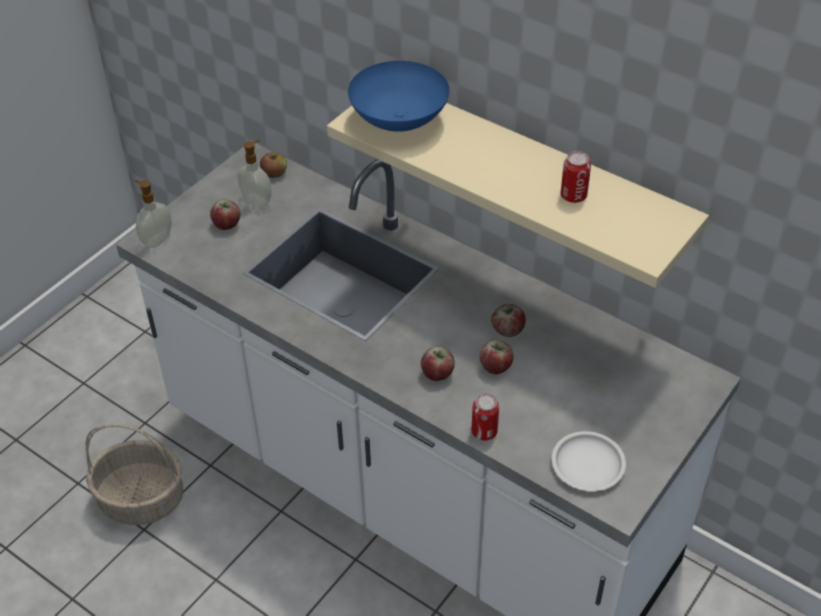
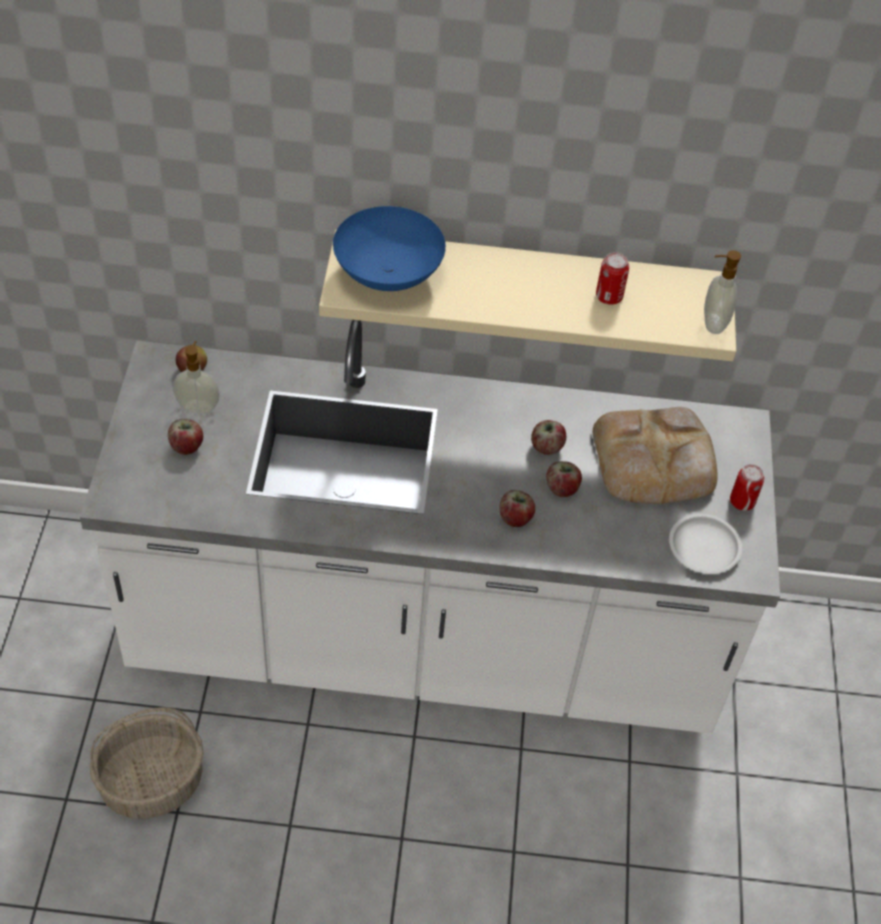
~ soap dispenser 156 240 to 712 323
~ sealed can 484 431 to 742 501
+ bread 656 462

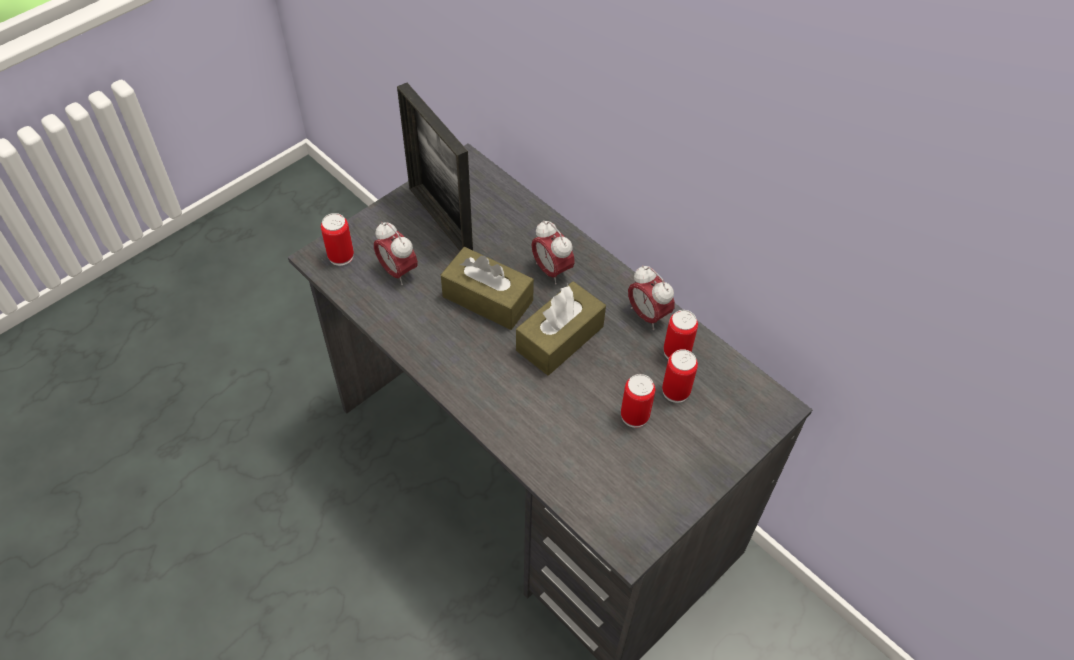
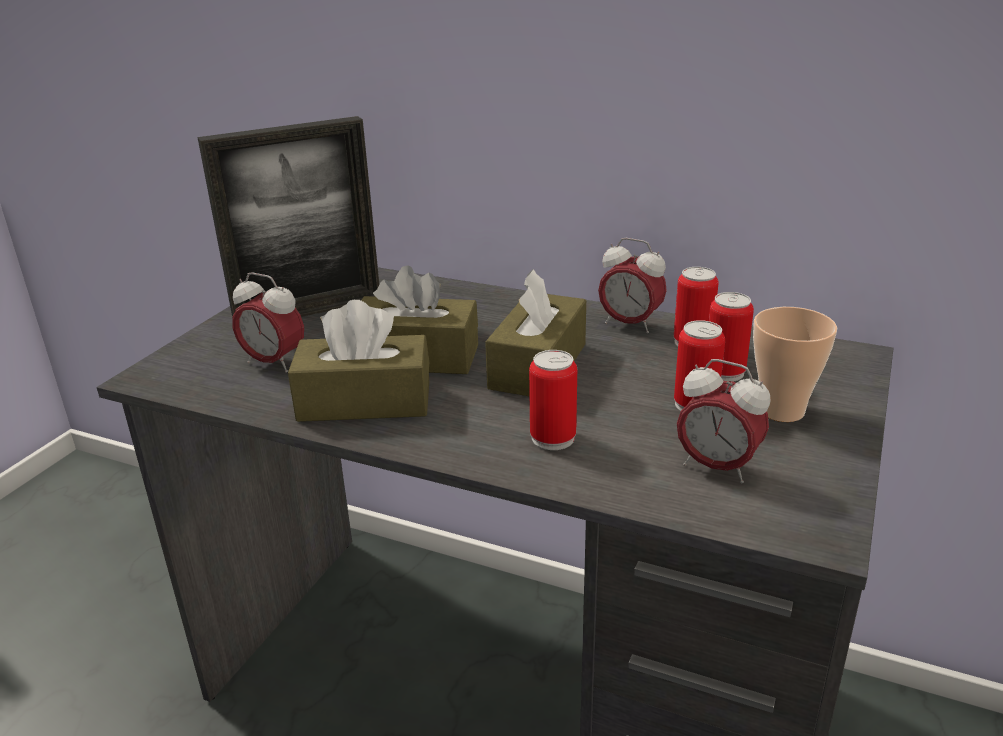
~ sealed can 341 256 to 553 438
~ photo frame 440 219 = 309 311 60 degrees counterclockwise
~ table clock 551 270 to 717 467
+ tissue holder (brown-coloured) 364 401
+ drinking cup 781 411

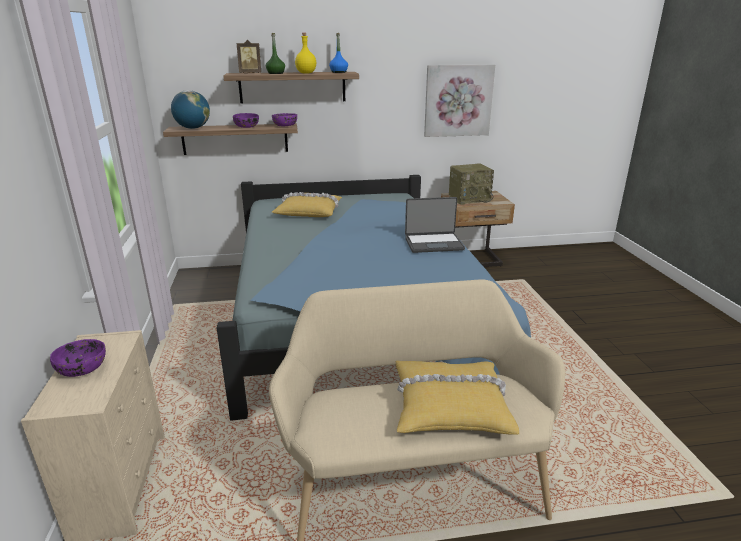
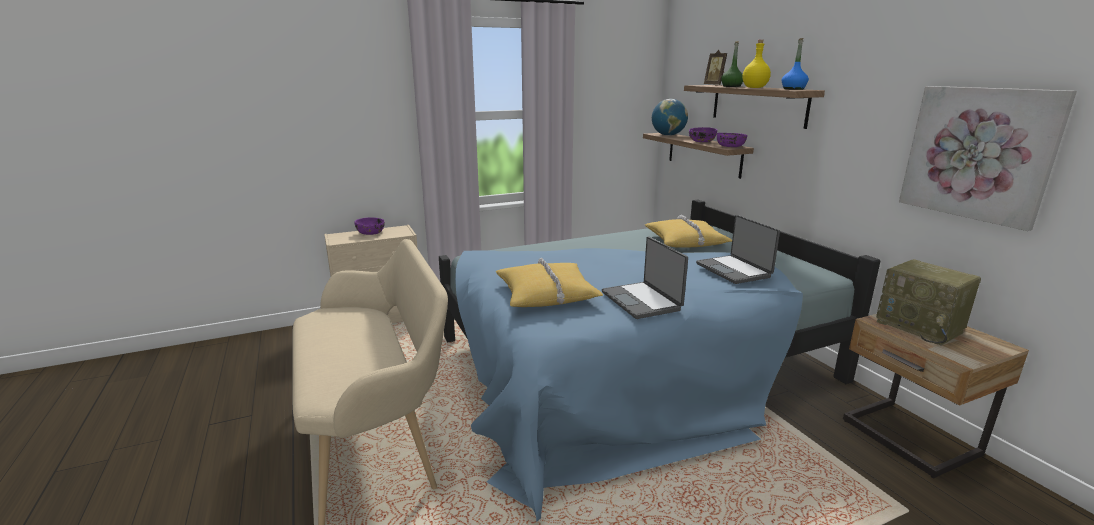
~ throw pillow (yellowish) 450 406 to 546 294
+ notebook computer 734 270

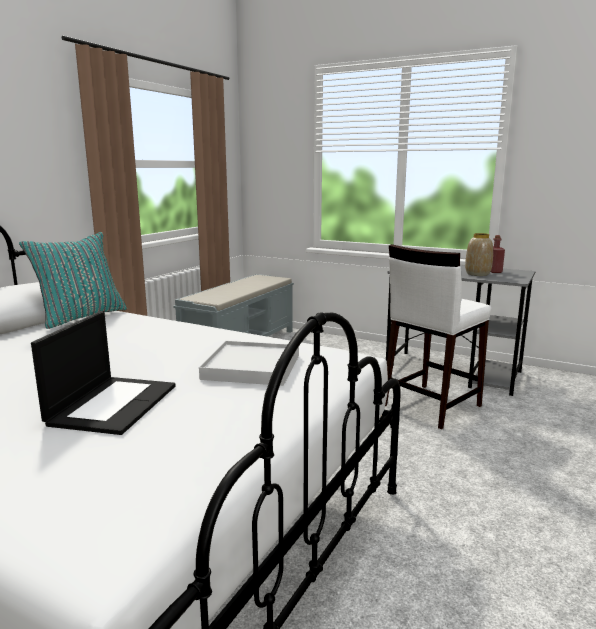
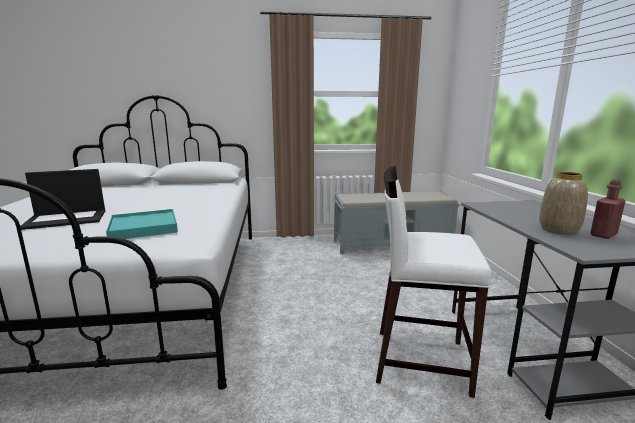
- throw pillow (blue-green) 80 316
~ tray (white-coloured) 252 367 to tray (blue-green) 144 227

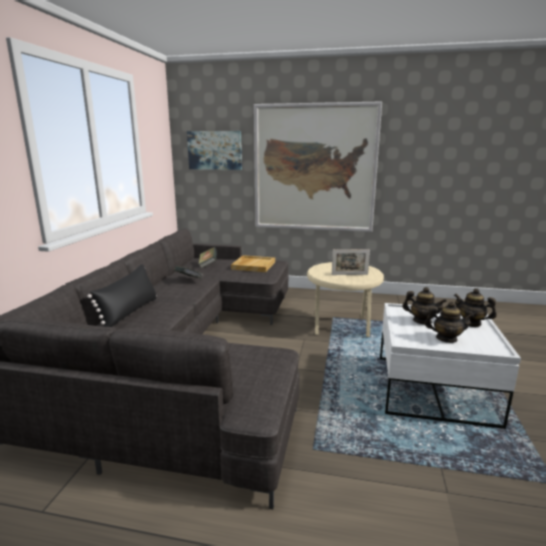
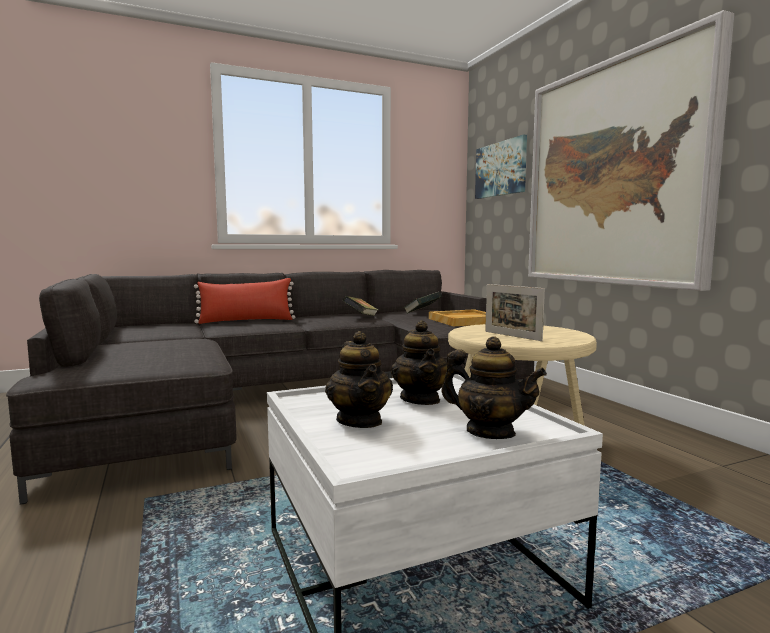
~ throw pillow (black) 129 312 to throw pillow (red) 246 321
~ pot for tea 471 323 = 490 432 120 degrees clockwise

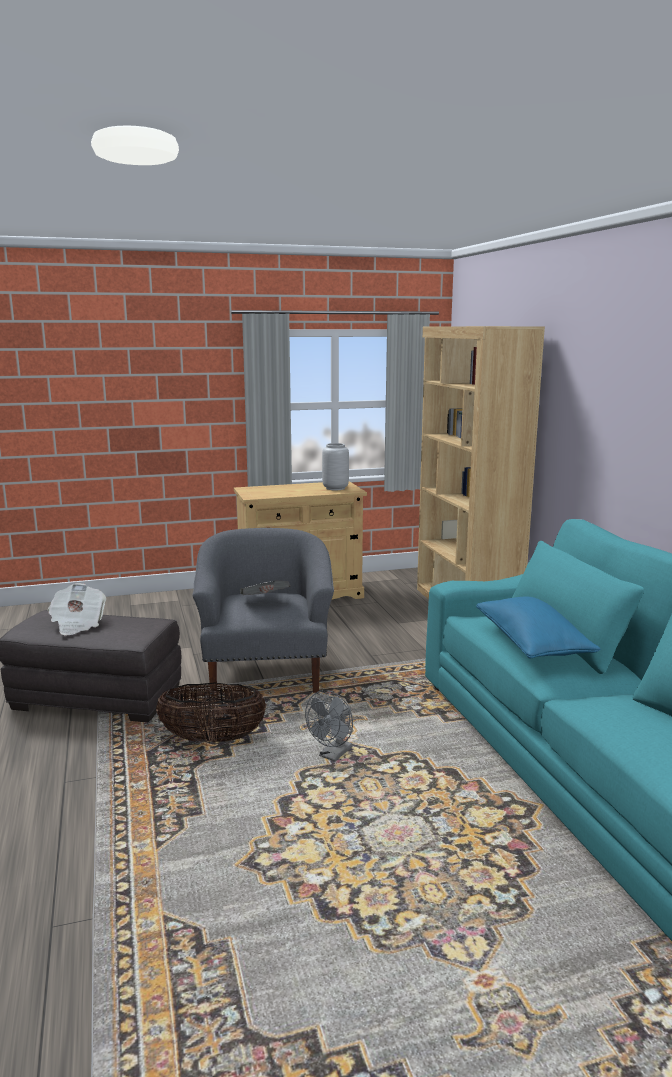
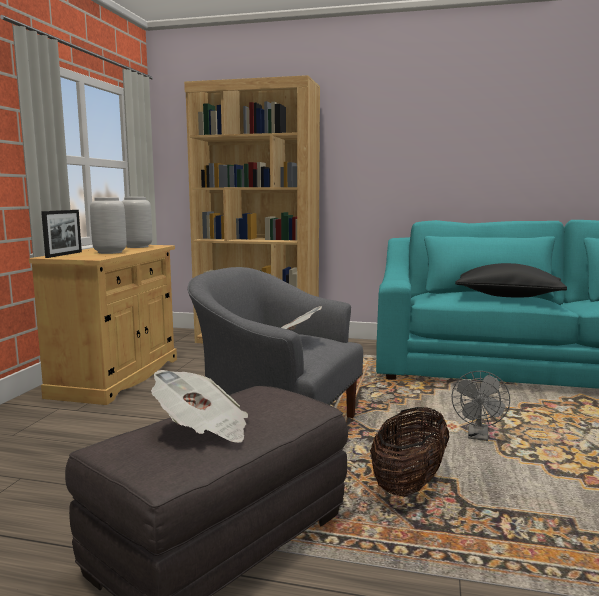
~ cooling fan (gray) 333 755 = 478 437 45 degrees clockwise
~ throw pillow (blue-coloured) 532 644 to throw pillow (black) 508 296
+ photo frame 64 254
+ flower vase (gray) 110 252

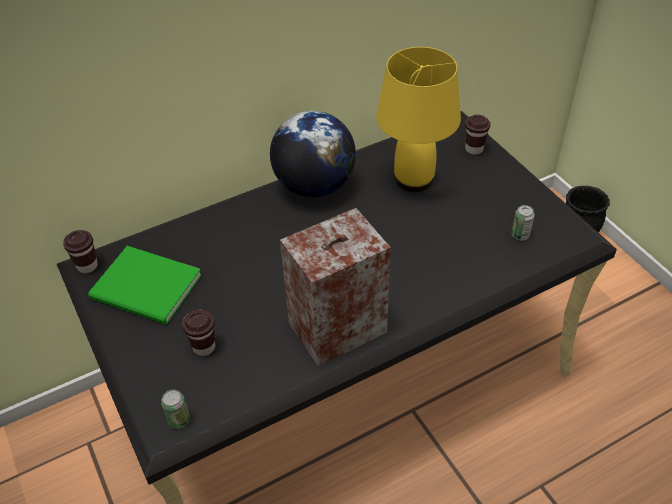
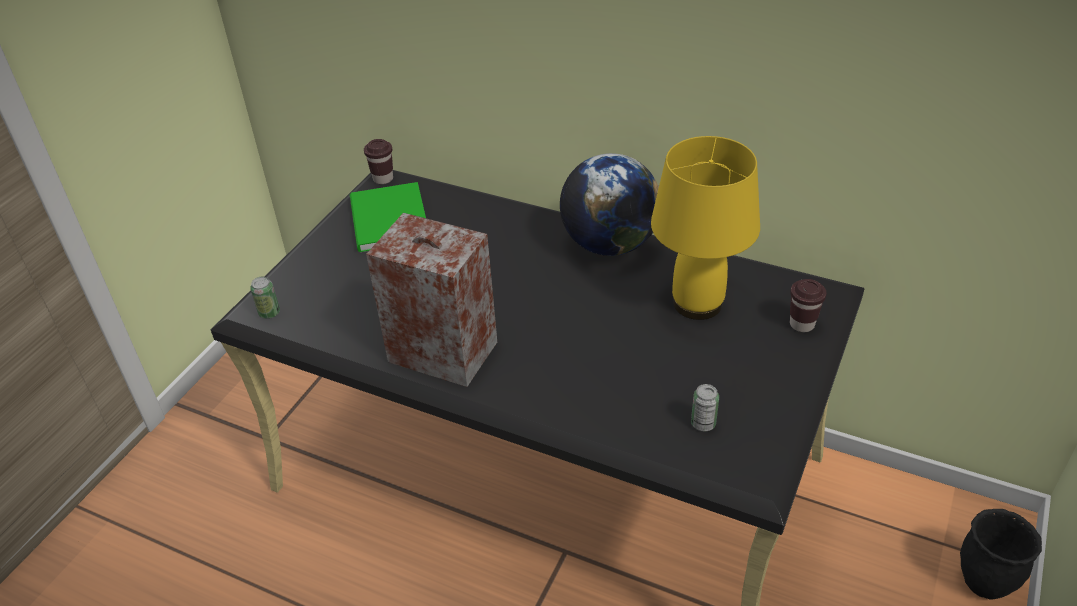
- drinking cup (brown-coloured) 204 347

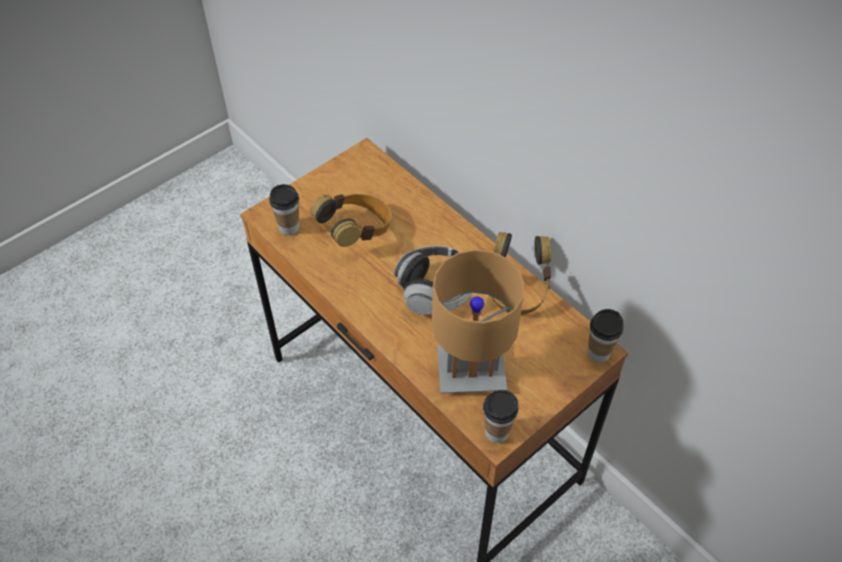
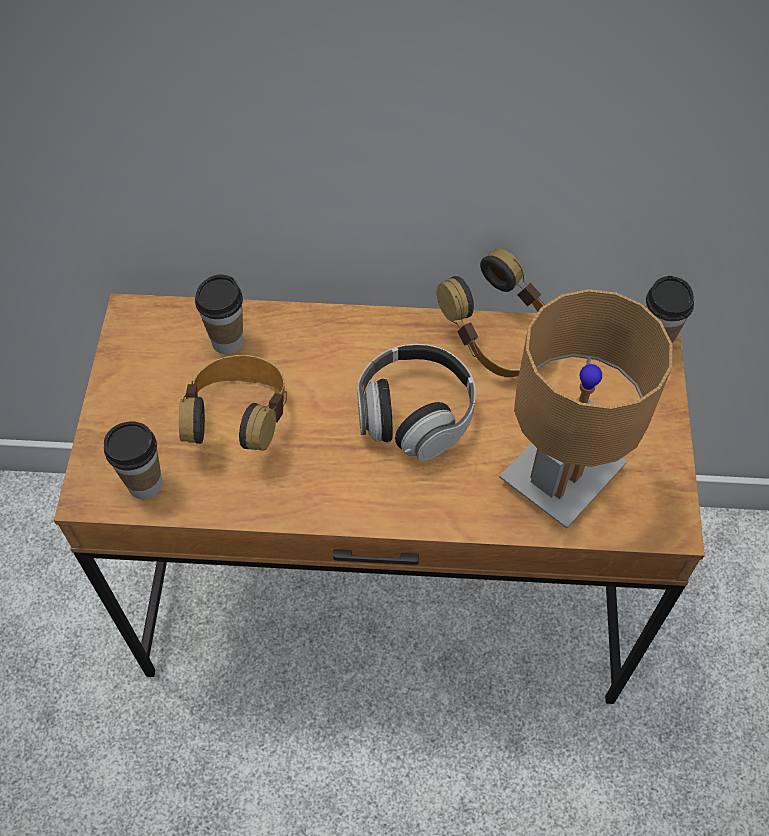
~ drinking cup 497 432 to 227 341

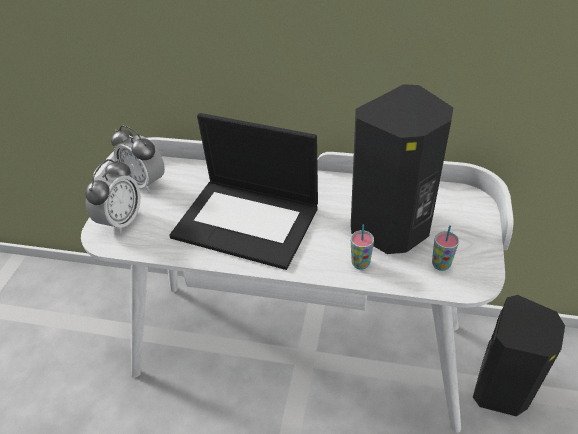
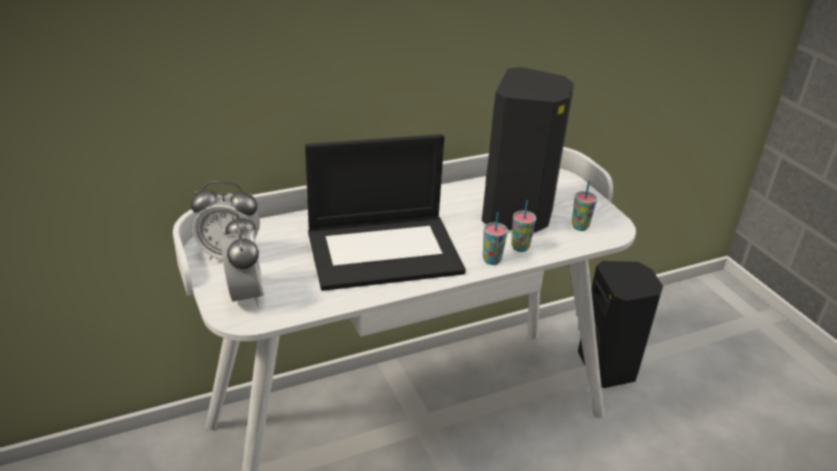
+ drinking cup 491 260

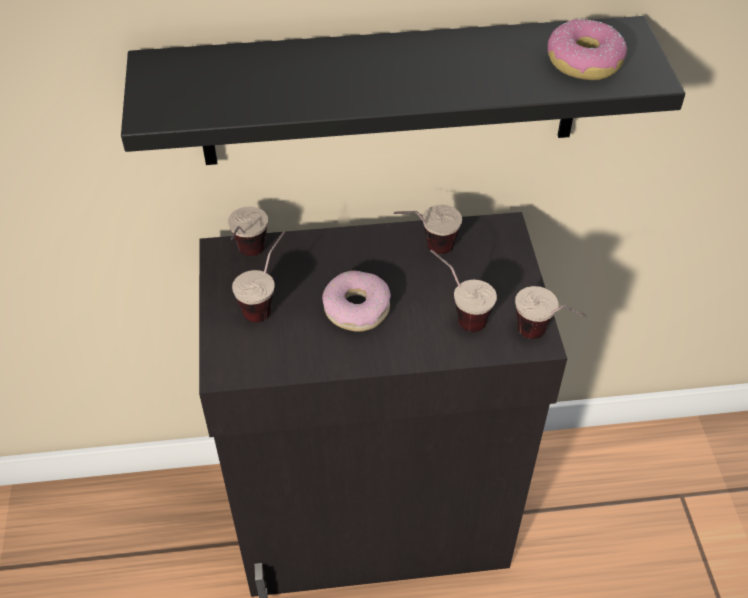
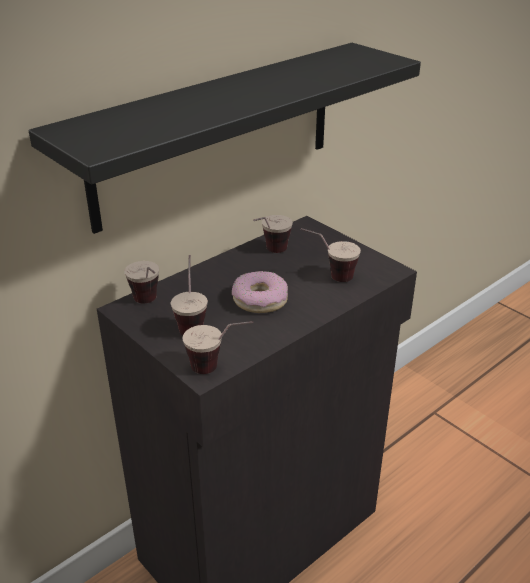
~ drinking cup 544 338 to 219 368
- ring doughnut 583 62

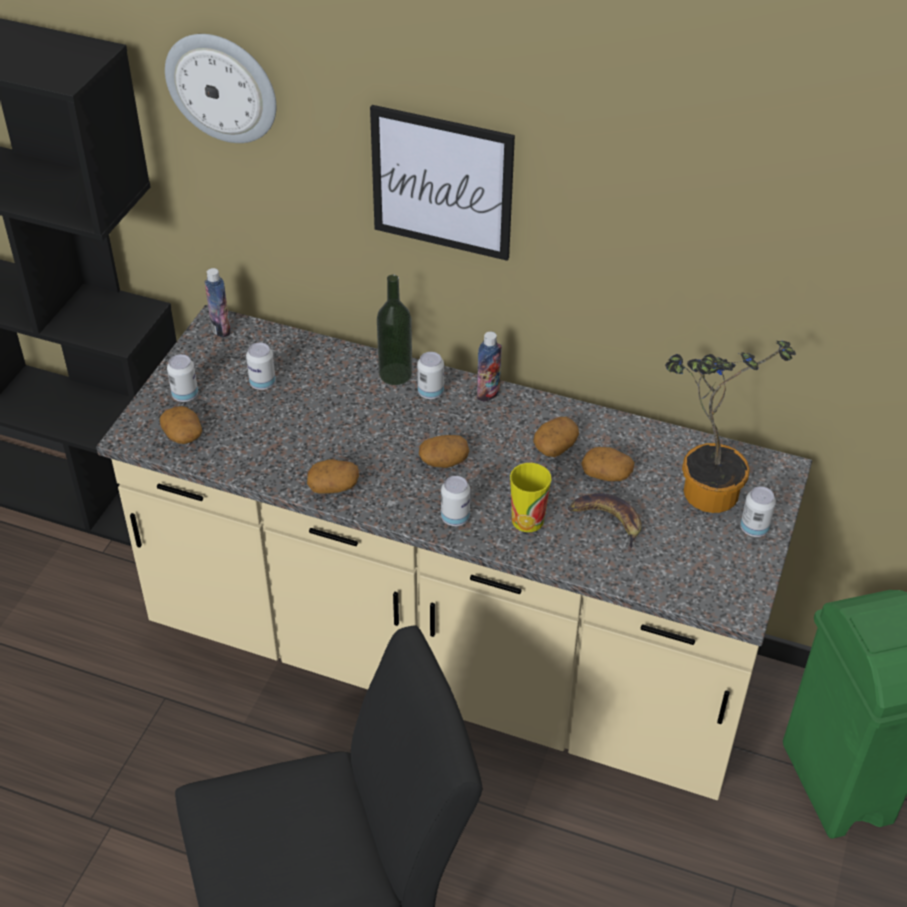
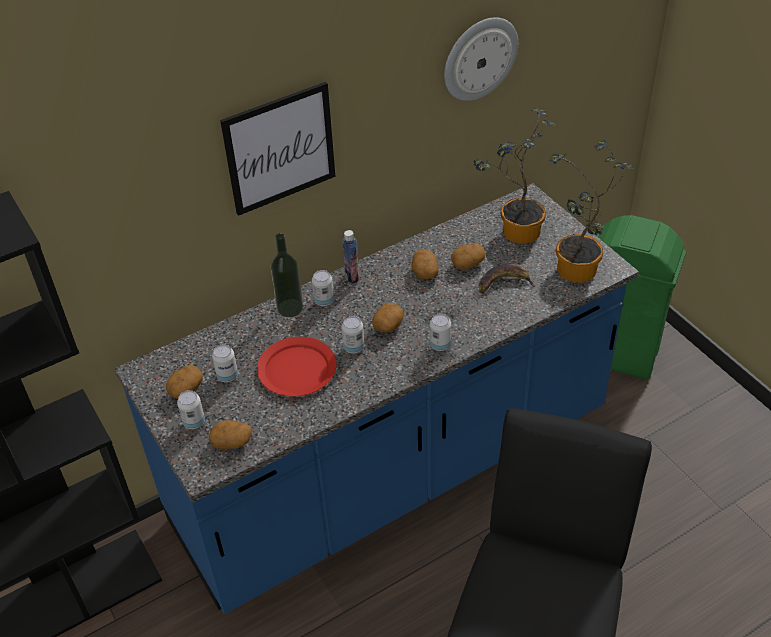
~ counter (beige) 451 658 to counter (blue-coloured) 392 471
~ hanging clock 222 87 to 479 58
- drink bottle 220 329
~ spud 334 486 to 186 389
- drinking cup 527 520
~ sealed can 754 529 to 354 347
+ plate (red) 297 370
+ houseplant 576 274

